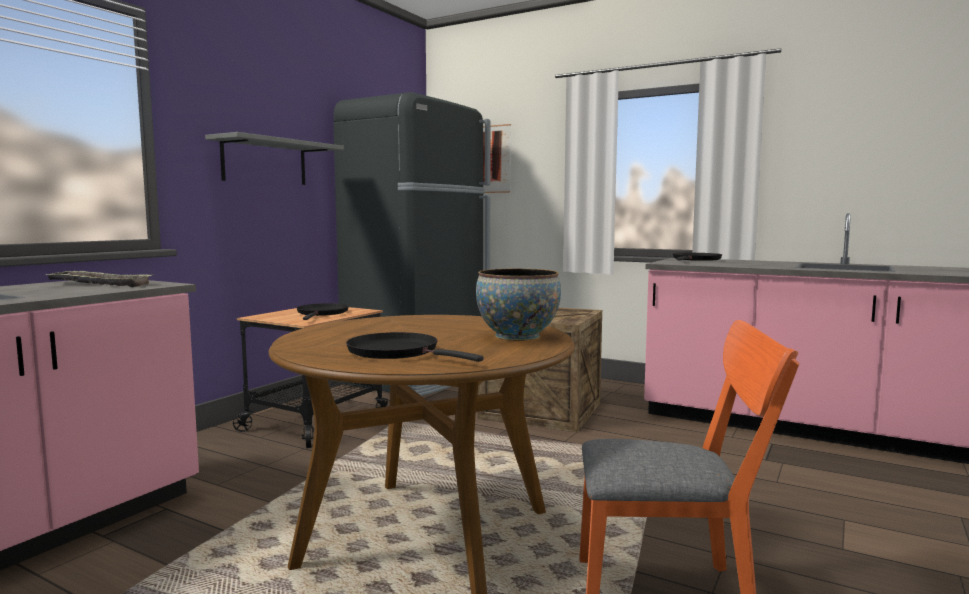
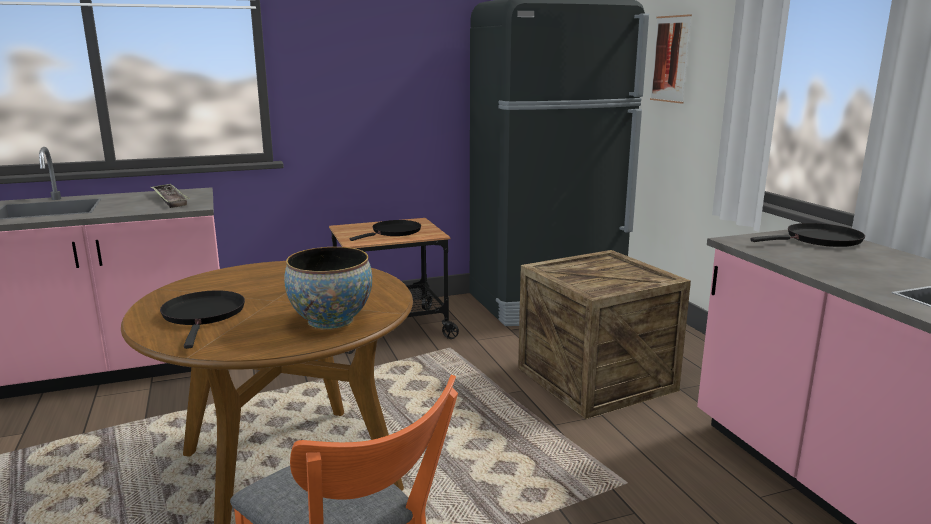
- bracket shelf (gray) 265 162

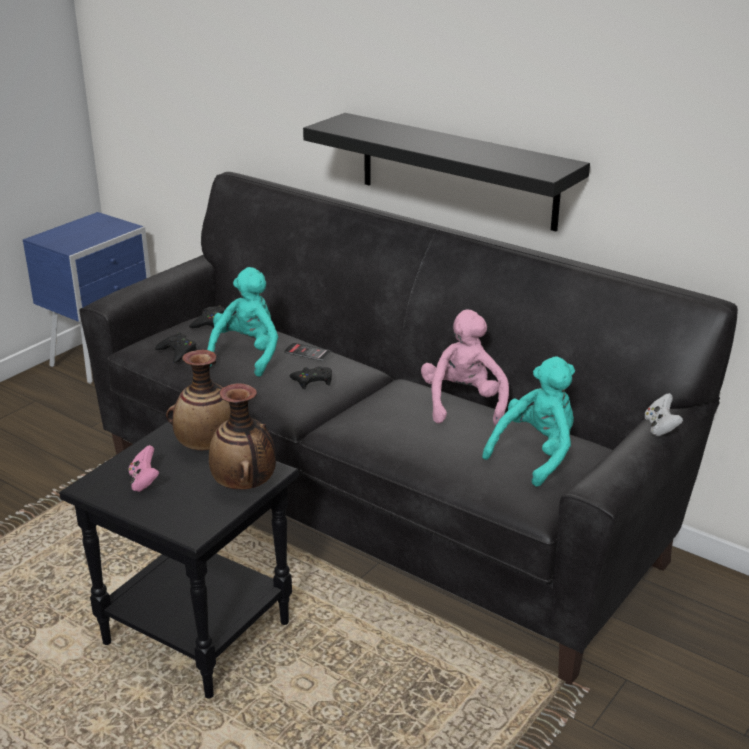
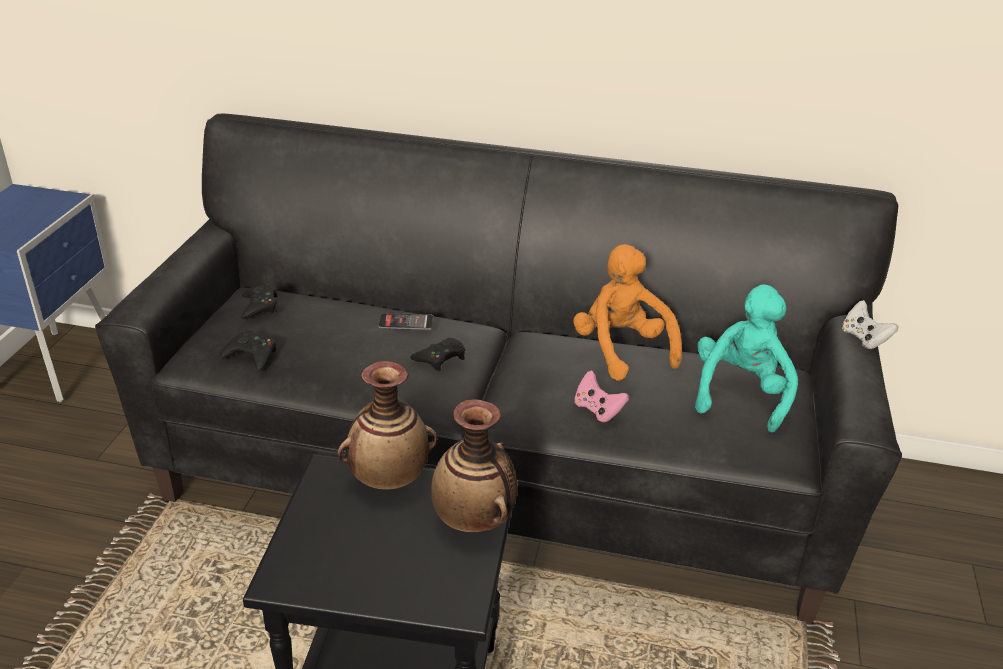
~ joypad (pink-coloured) 144 481 to 597 410
- cuddly toy (blue-green) 247 355
- bracket shelf (black) 457 171
~ cuddly toy (pink-coloured) 463 404 to cuddly toy (orange) 621 350

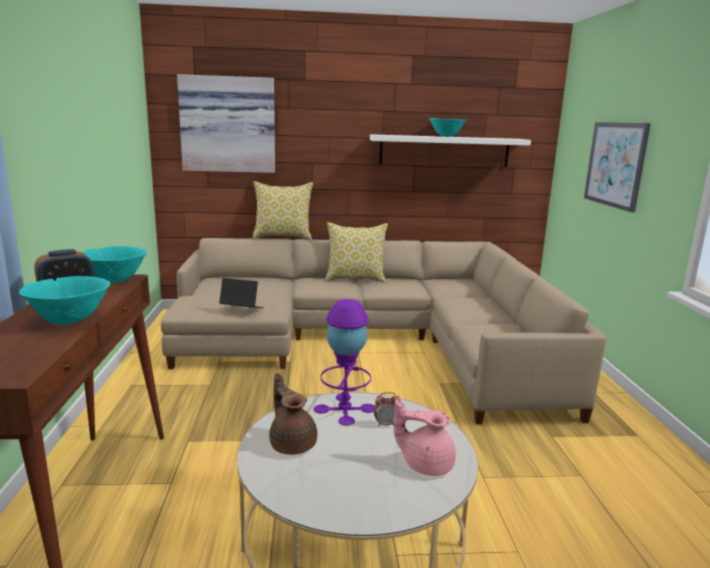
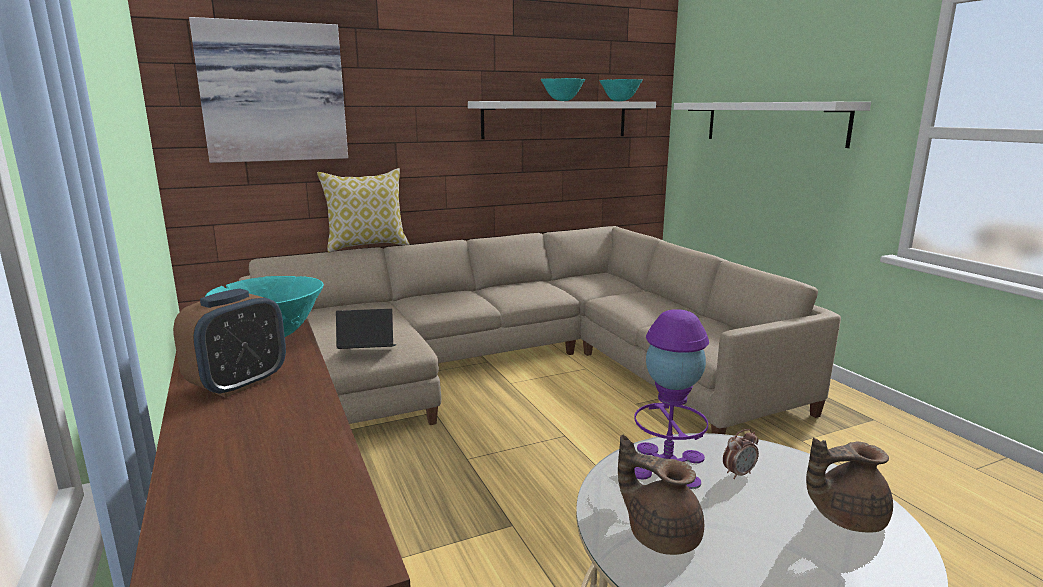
~ deep dish (blue-green) 69 321 to 620 101
- throw pillow 355 279
~ pot for tea (pink-coloured) 425 464 to pot for tea (brown-coloured) 845 517
~ wall art 615 164 to bracket shelf (white-coloured) 773 122

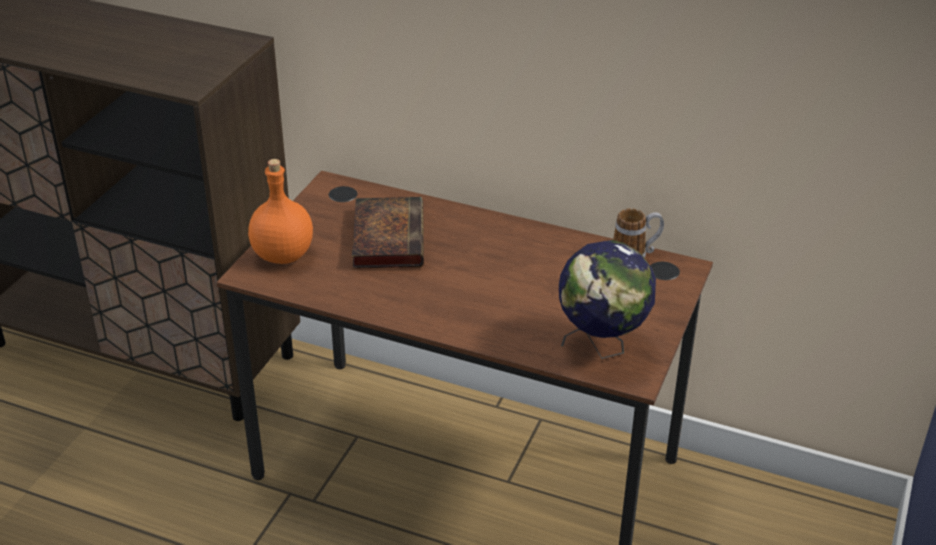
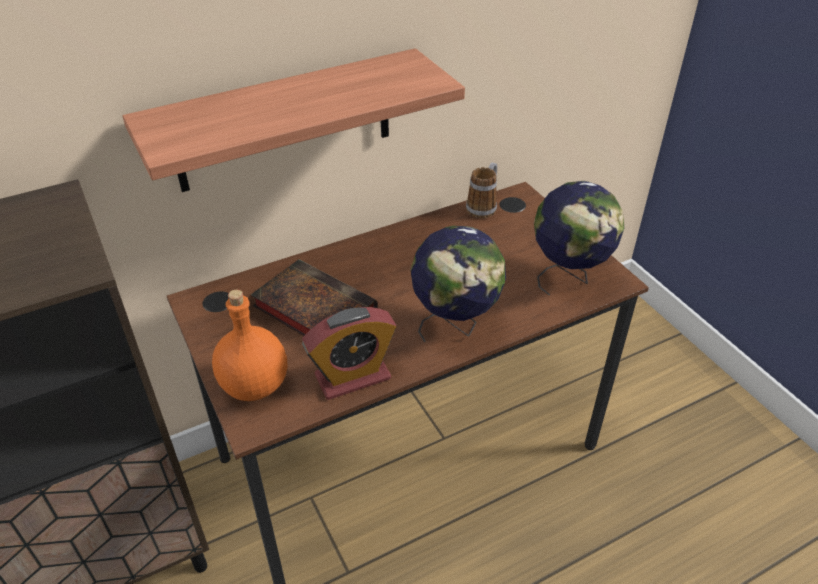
+ bracket shelf 284 121
+ table clock 353 377
+ world globe 455 325

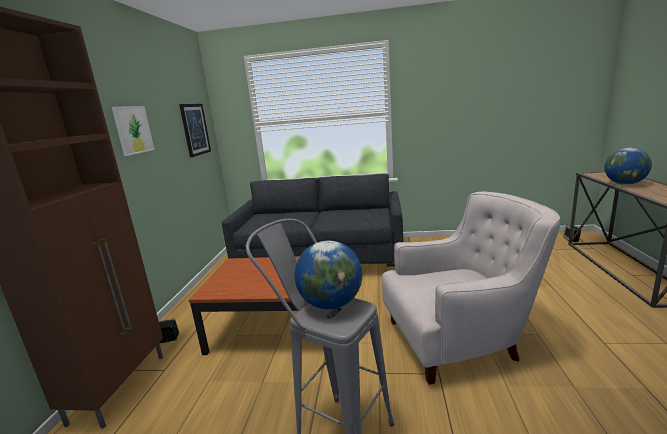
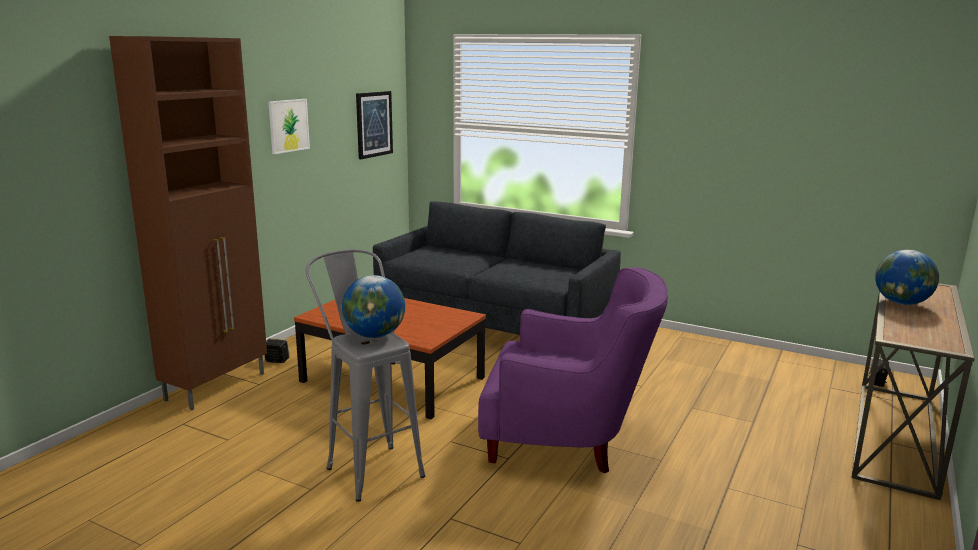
~ easy chair (white-coloured) 460 339 to easy chair (purplish) 567 439

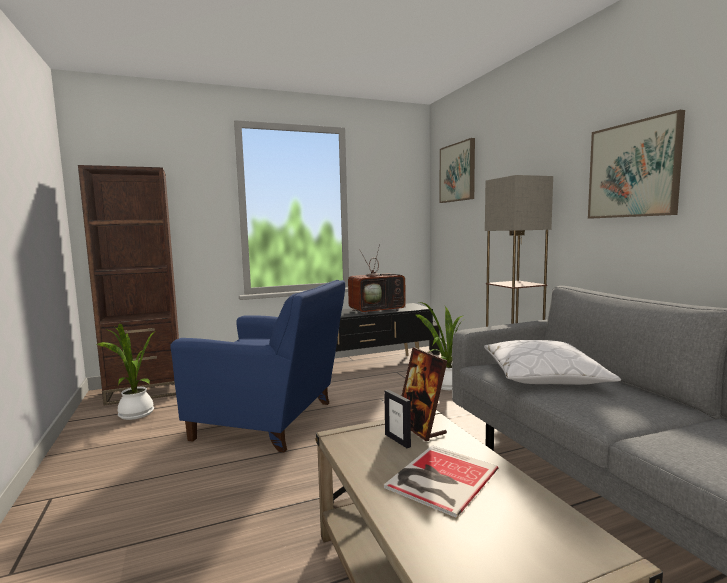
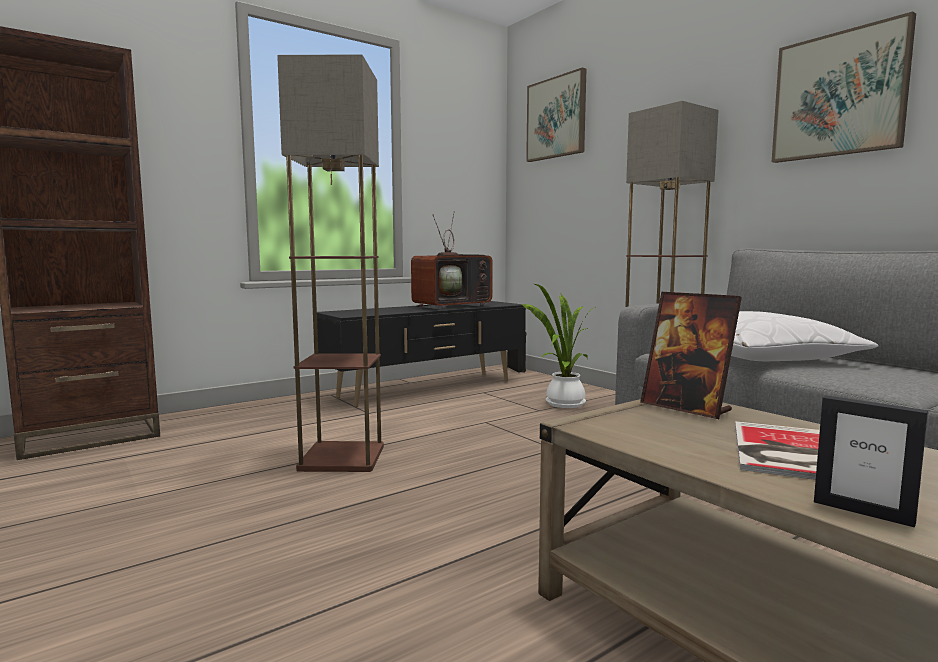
- houseplant 135 415
~ easy chair (blue-coloured) 272 420 to floor lamp 343 458
~ photo frame 397 440 to 862 512

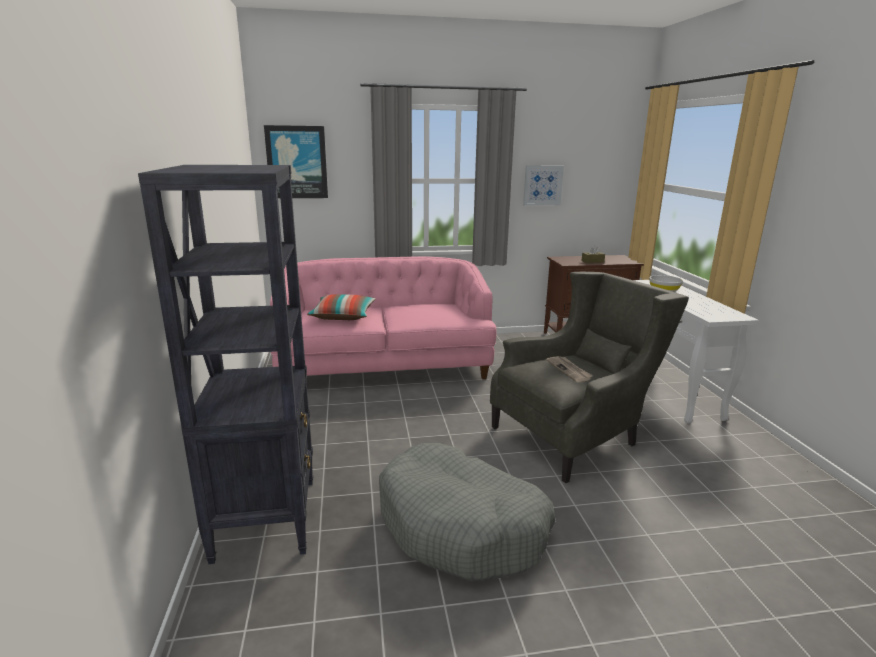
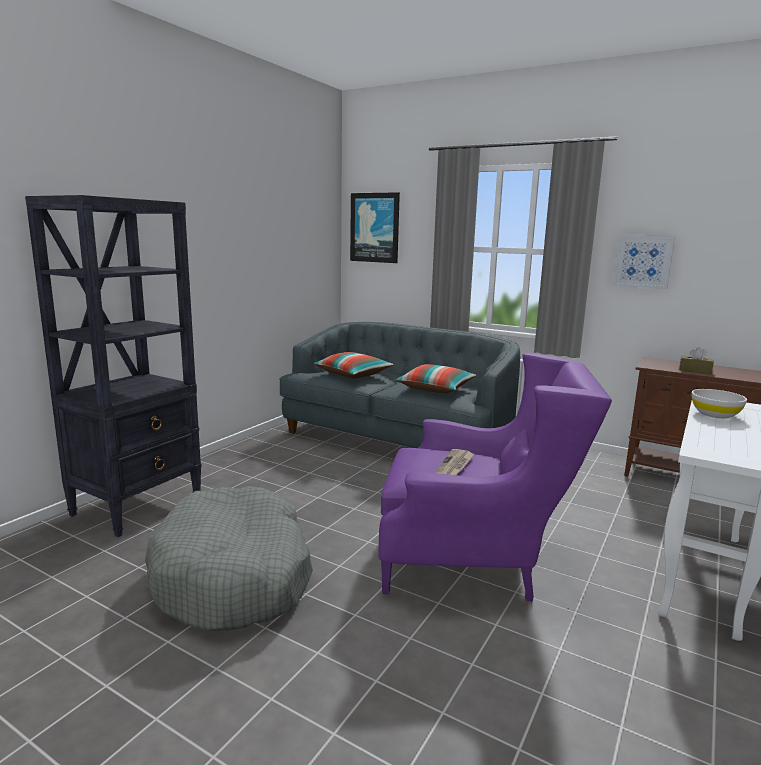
~ settee (pink-coloured) 384 366 to settee (gray) 398 439
~ easy chair (gray) 575 435 to easy chair (purplish) 476 561
+ throw pillow 435 389

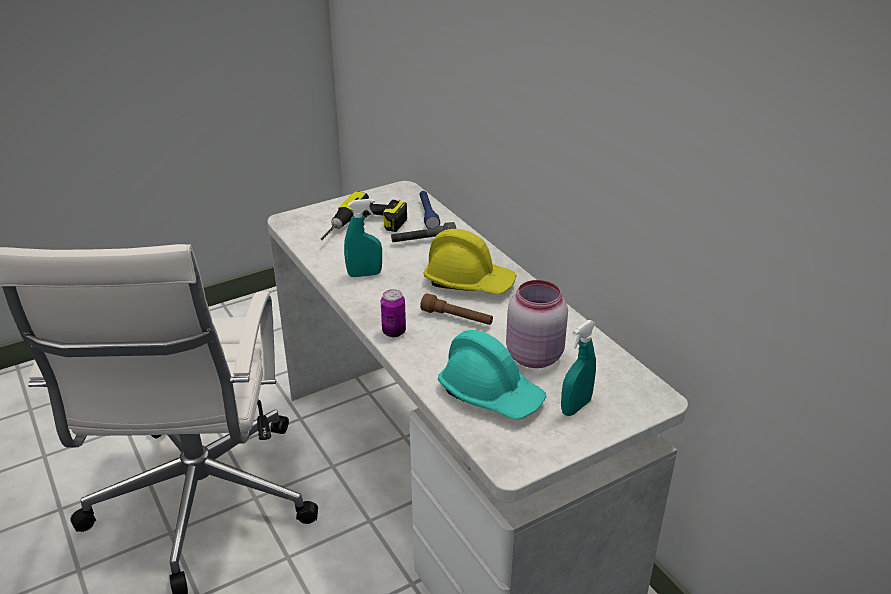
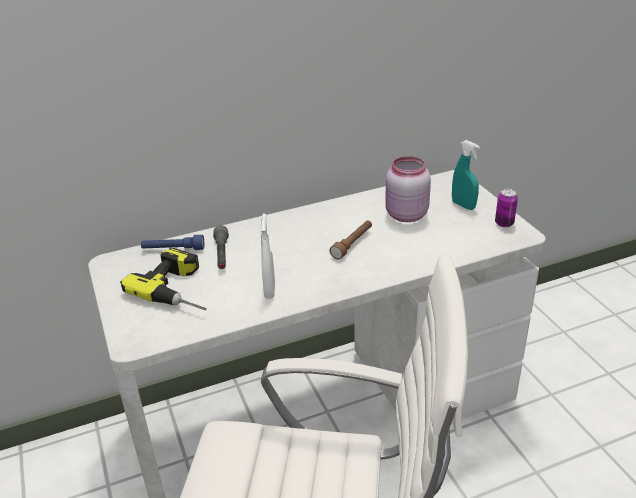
~ spray bottle (blue-green) 364 274 to spray bottle (white-coloured) 269 290
~ sealed can 394 332 to 504 223
- work helmet (yellowish) 469 282
- work helmet (blue-green) 491 394

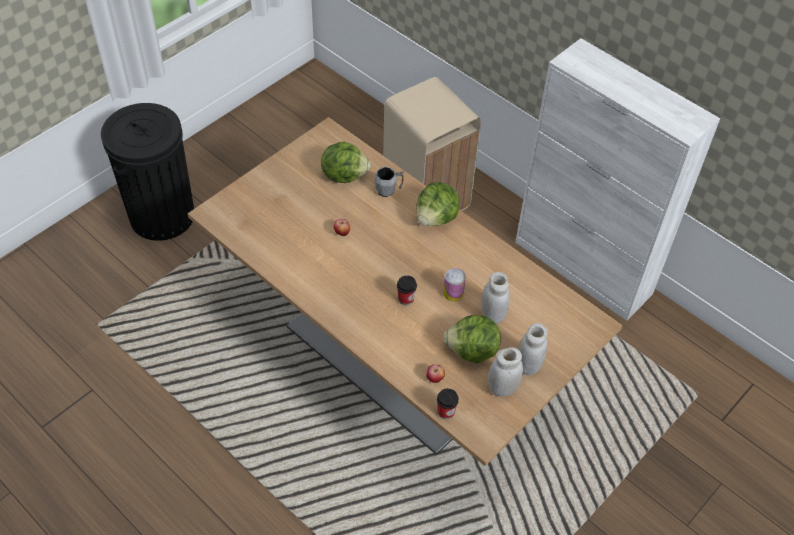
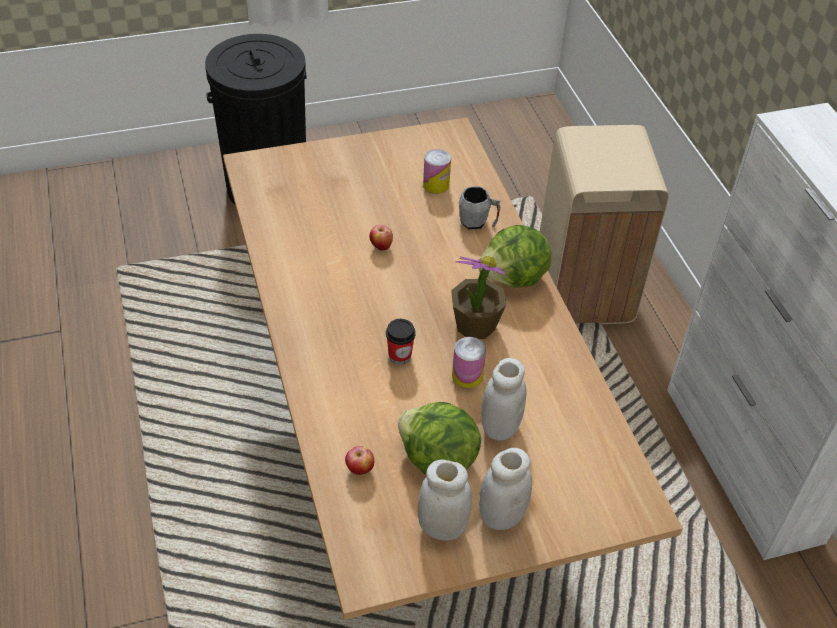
~ lettuce head 344 175 to sealed can 436 185
- drinking cup 446 412
+ houseplant 475 325

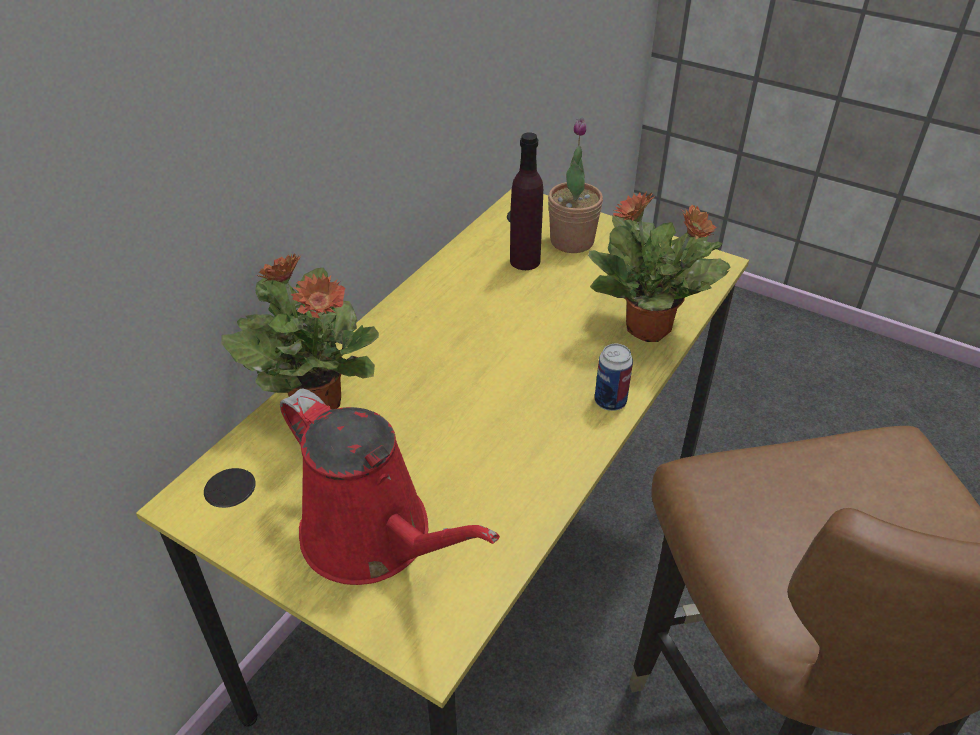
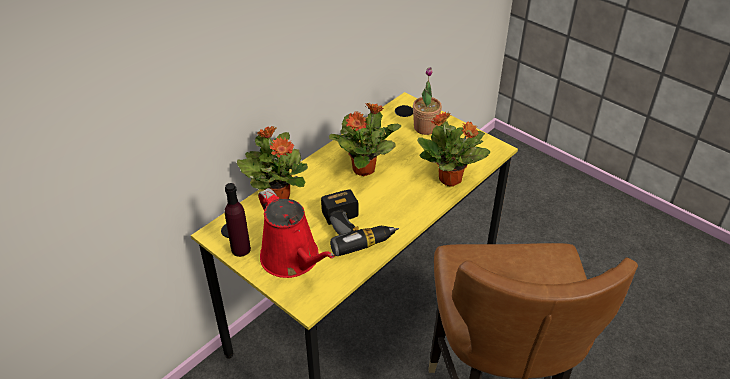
~ drink bottle (purplish) 525 261 to 241 249
- sealed can 610 401
+ power drill 356 229
+ houseplant 364 168

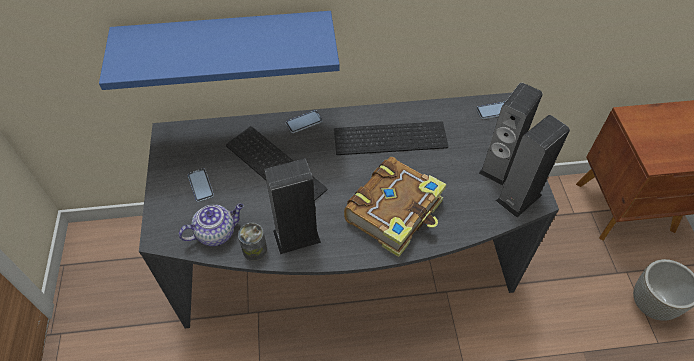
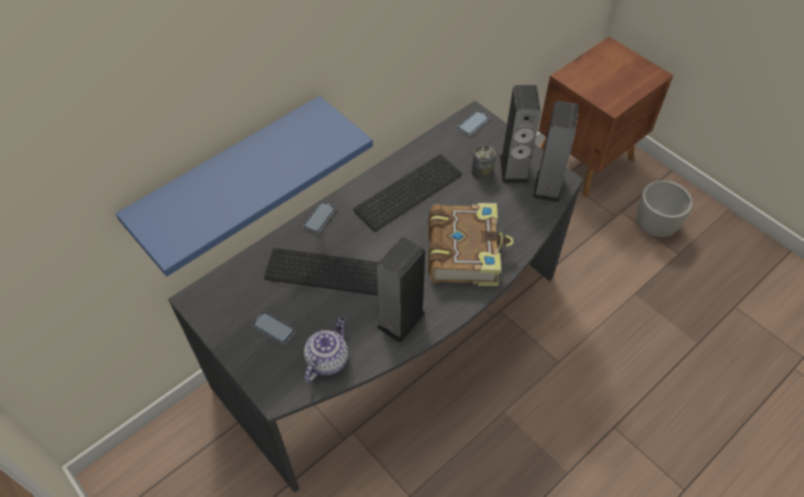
~ sealed can 255 250 to 482 172

